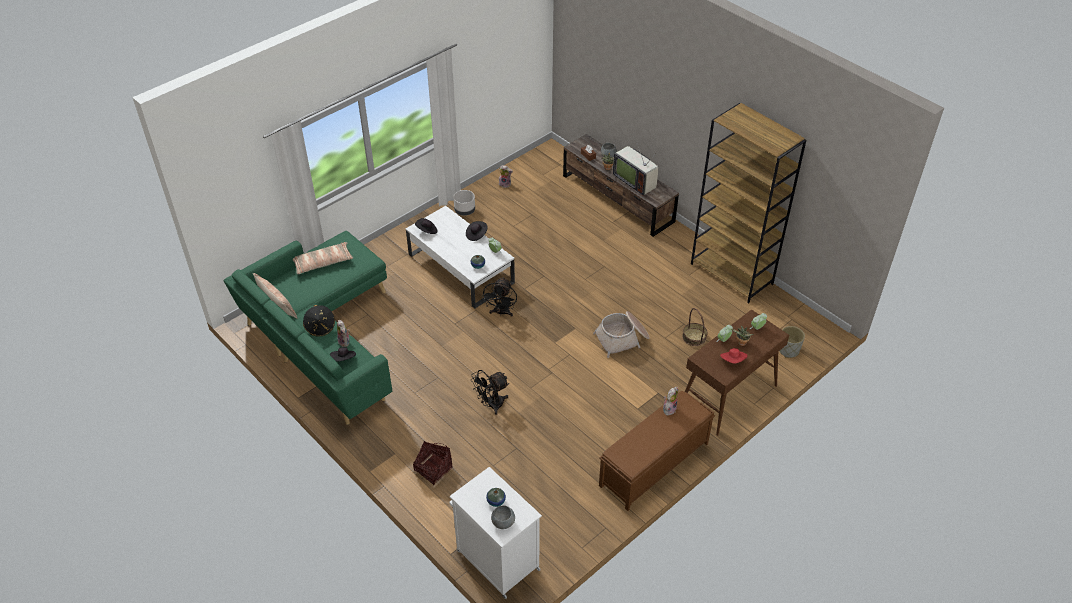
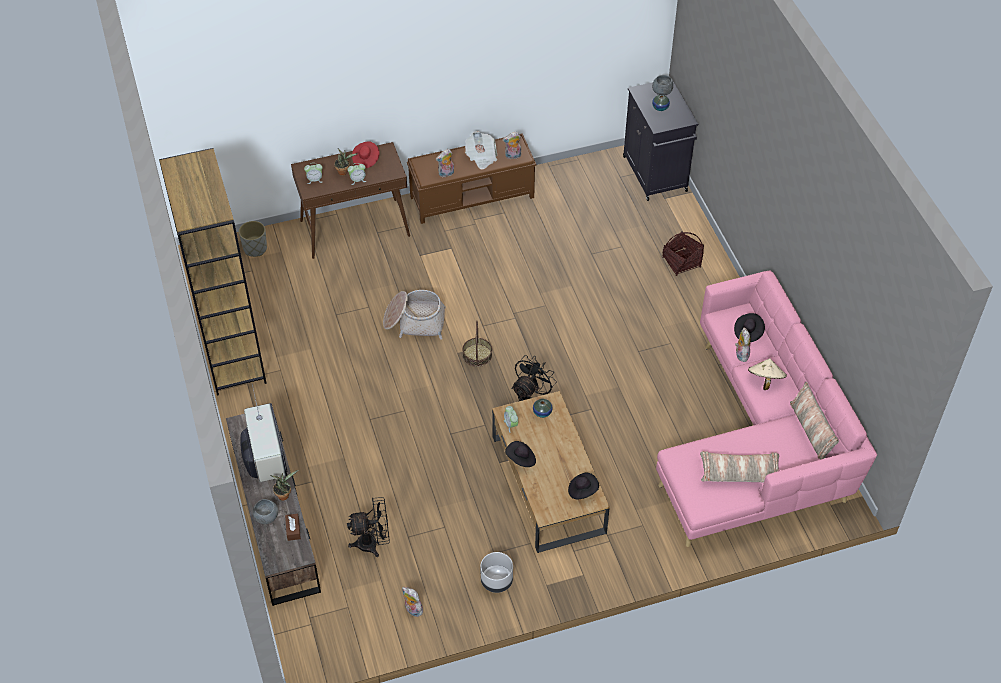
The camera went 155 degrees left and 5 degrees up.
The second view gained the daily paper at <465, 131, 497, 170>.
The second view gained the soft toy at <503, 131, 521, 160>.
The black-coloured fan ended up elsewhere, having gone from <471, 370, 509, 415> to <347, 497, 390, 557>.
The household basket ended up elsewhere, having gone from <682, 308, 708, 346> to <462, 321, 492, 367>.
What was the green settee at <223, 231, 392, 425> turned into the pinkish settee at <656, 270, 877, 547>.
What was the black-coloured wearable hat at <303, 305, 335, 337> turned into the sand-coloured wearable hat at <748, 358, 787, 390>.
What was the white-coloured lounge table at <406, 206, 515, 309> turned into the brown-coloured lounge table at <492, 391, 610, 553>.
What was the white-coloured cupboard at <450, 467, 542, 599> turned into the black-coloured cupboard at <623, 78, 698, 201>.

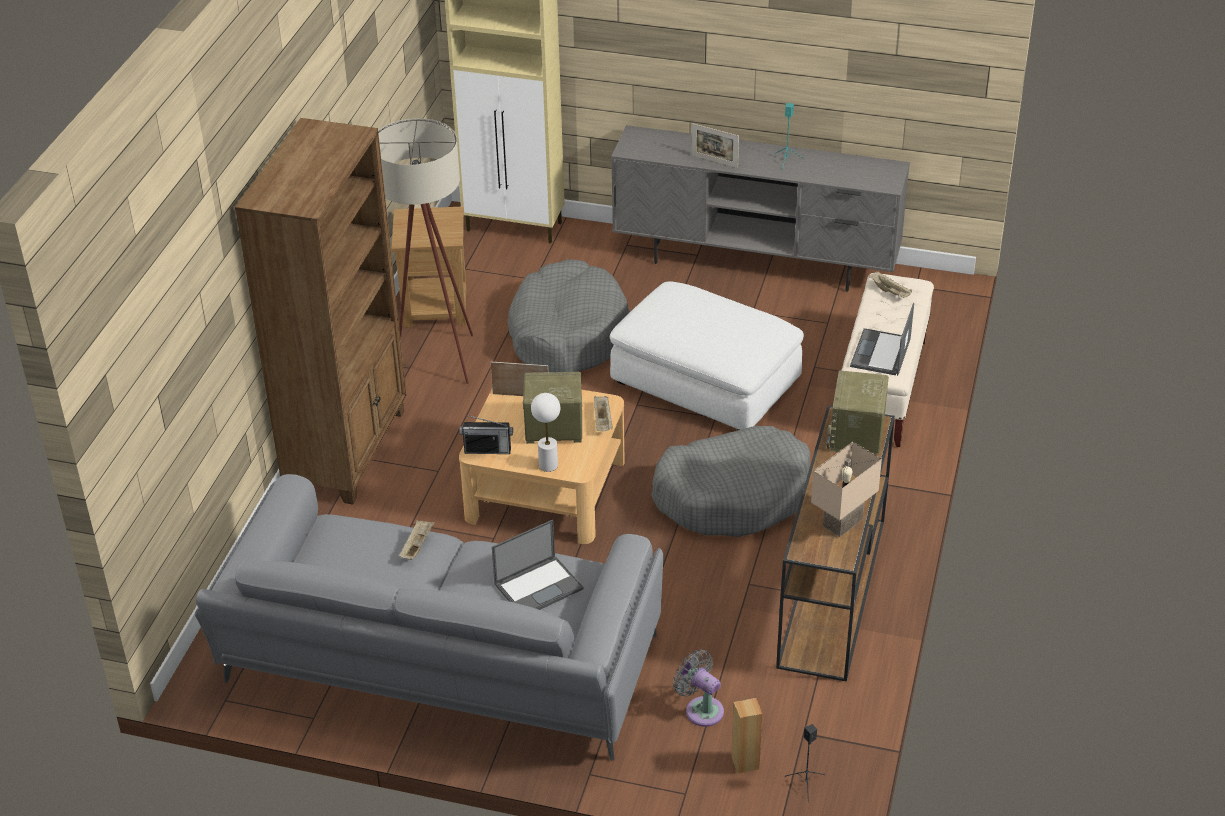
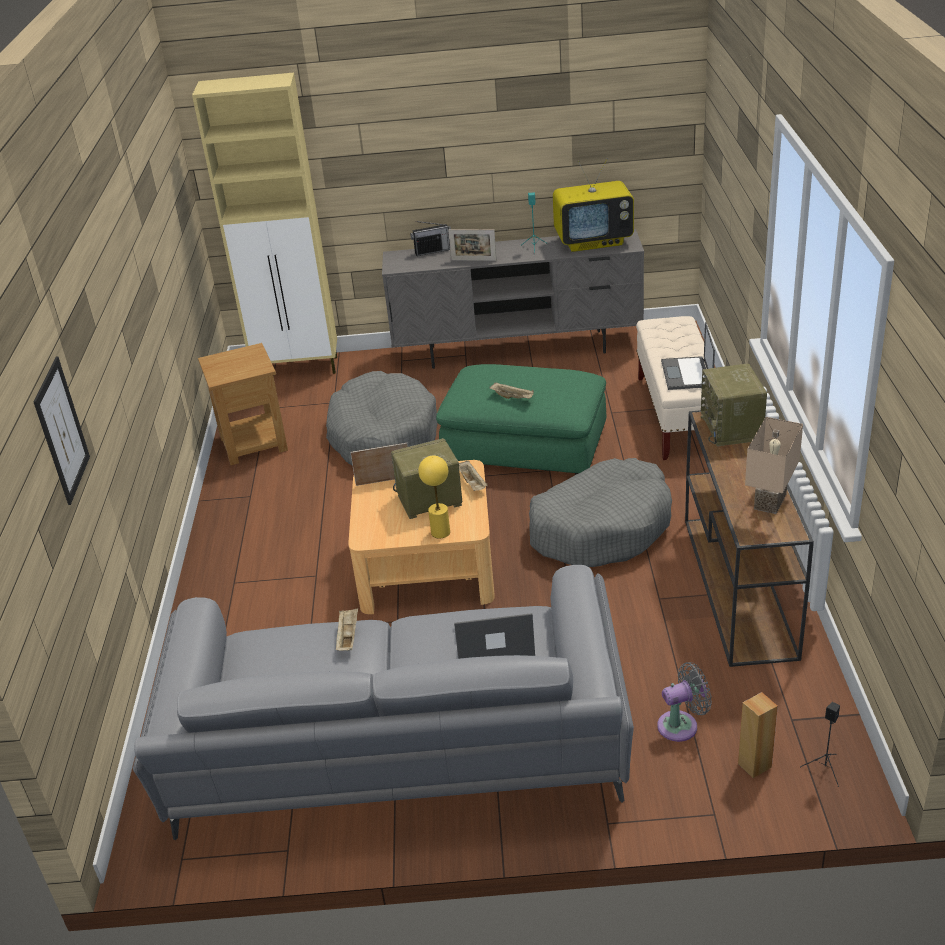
The camera went 15 degrees left and 5 degrees down.
The second view lost the brown-coloured bookcase at <235, 118, 407, 505>.
The second view lost the sand-coloured floor lamp at <378, 118, 473, 384>.
The second view gained the wall art at <33, 356, 90, 505>.
The second view gained the TV set at <553, 158, 634, 252>.
The radio set ended up elsewhere, having gone from <459, 415, 513, 454> to <410, 221, 451, 256>.
The sand-coloured serving tray ended up elsewhere, having gone from <869, 272, 912, 298> to <489, 383, 534, 399>.
What was the white-coloured tabletop lamp at <531, 393, 560, 472> turned into the yellow tabletop lamp at <418, 456, 450, 539>.
What was the white-coloured ottoman at <610, 282, 804, 430> turned into the green ottoman at <436, 364, 606, 475>.
The portable computer at <492, 520, 583, 610> ended up facing another way, 135 degrees counterclockwise from before.
The grey fan at <673, 649, 724, 727> ended up facing another way, 135 degrees clockwise from before.

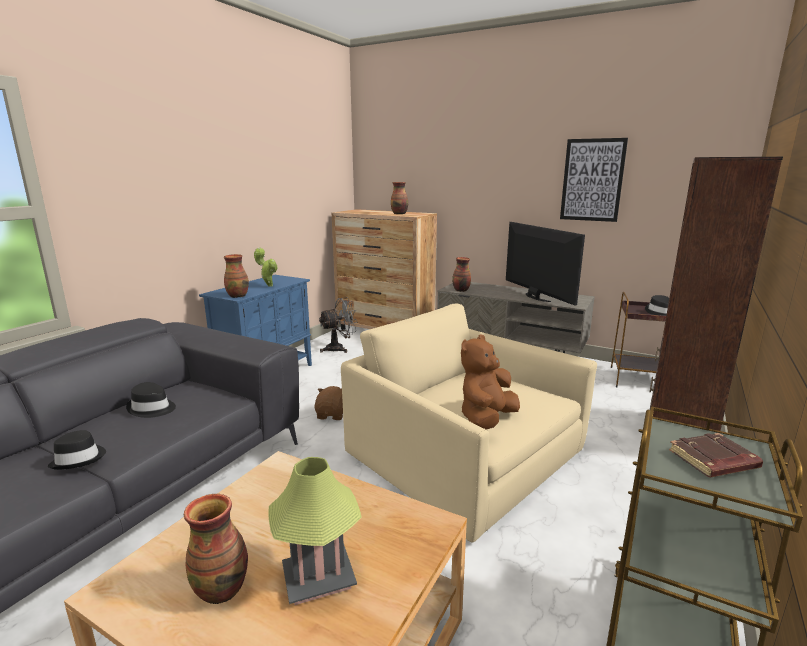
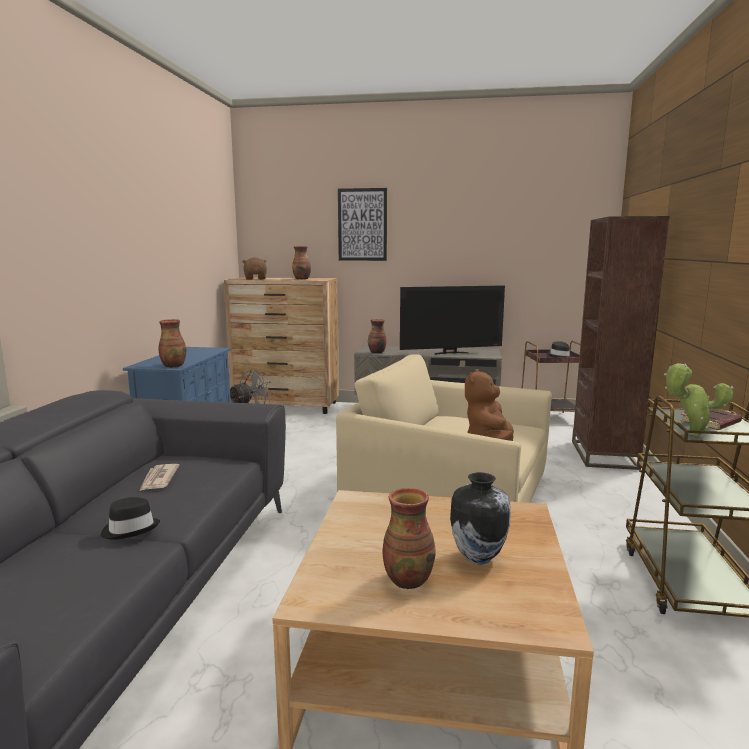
The camera went 20 degrees left and 5 degrees down.
The potted plant ended up elsewhere, having gone from <254, 248, 278, 287> to <664, 363, 734, 436>.
The brown-coloured soft toy ended up elsewhere, having gone from <314, 386, 343, 420> to <242, 257, 267, 280>.
The wall art ended up elsewhere, having gone from <560, 138, 628, 222> to <338, 188, 387, 261>.
Where the black-coloured wearable hat stood at <126, 382, 176, 418>, the daily paper came to stand at <140, 464, 179, 491>.
Where the tabletop lamp stood at <268, 457, 362, 605>, the decorative vase came to stand at <450, 472, 511, 564>.
The TV set at <506, 222, 585, 305> ended up facing another way, 120 degrees clockwise from before.

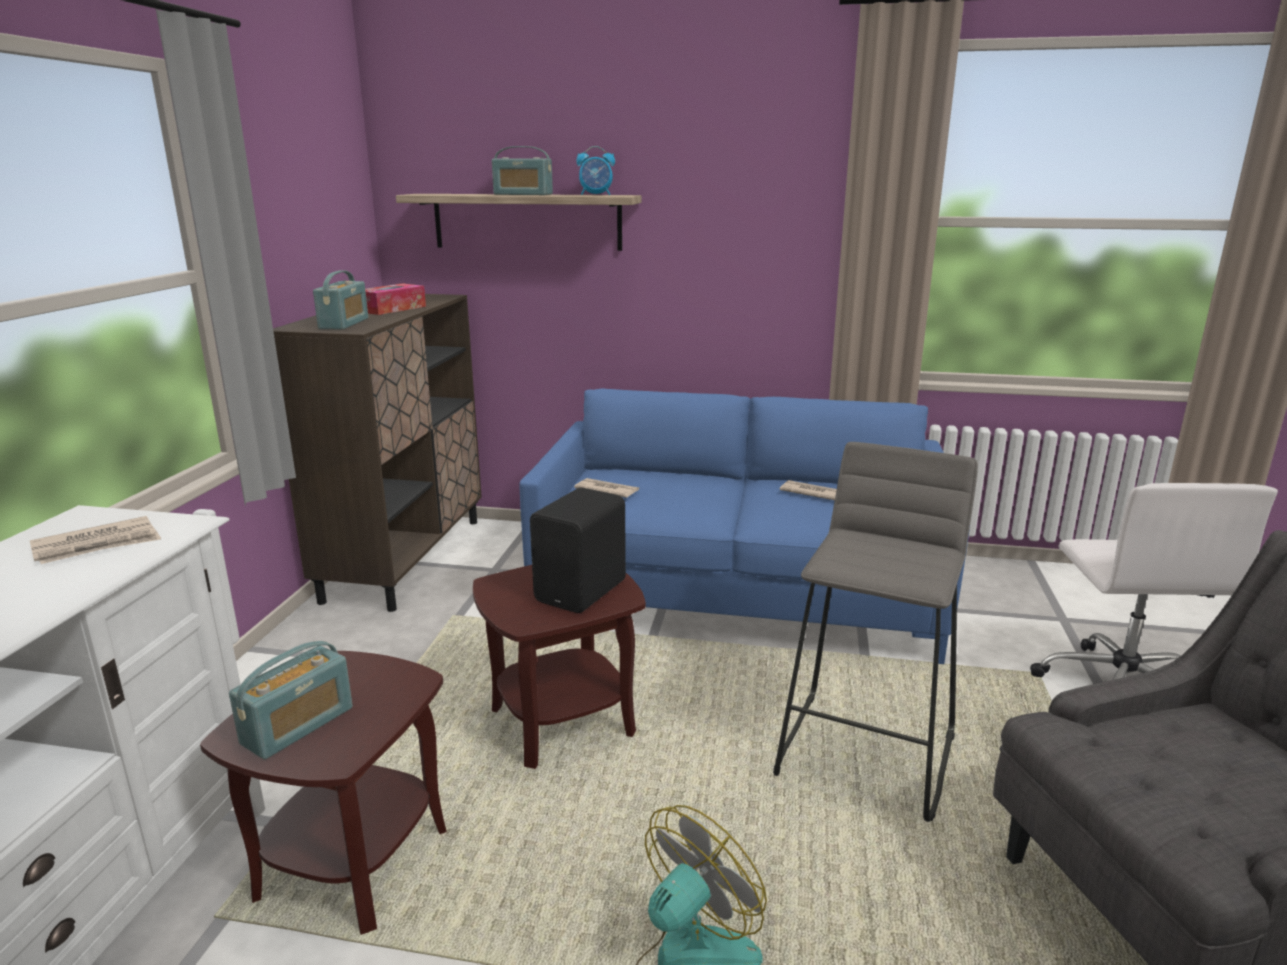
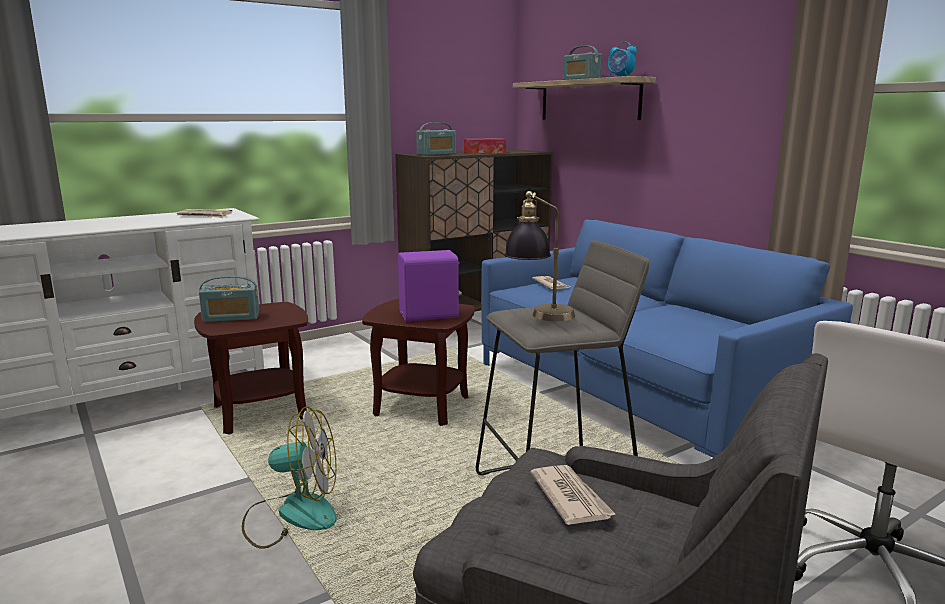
The camera went 45 degrees right and 5 degrees down.
The second view gained the tabletop lamp at <504, 191, 575, 321>.
The daily paper ended up elsewhere, having gone from <780, 480, 837, 500> to <530, 465, 616, 525>.
What was the black-coloured speaker at <530, 488, 626, 613> turned into the purple-coloured speaker at <398, 250, 462, 322>.

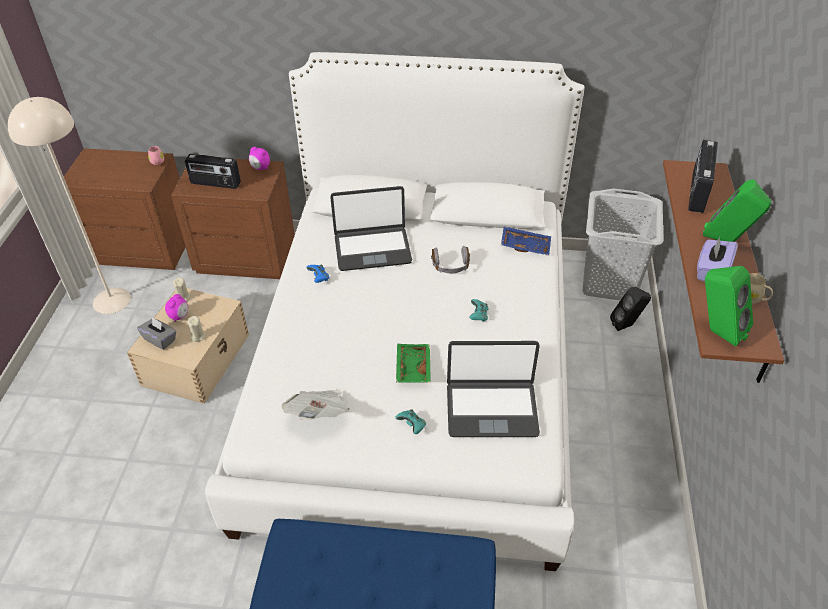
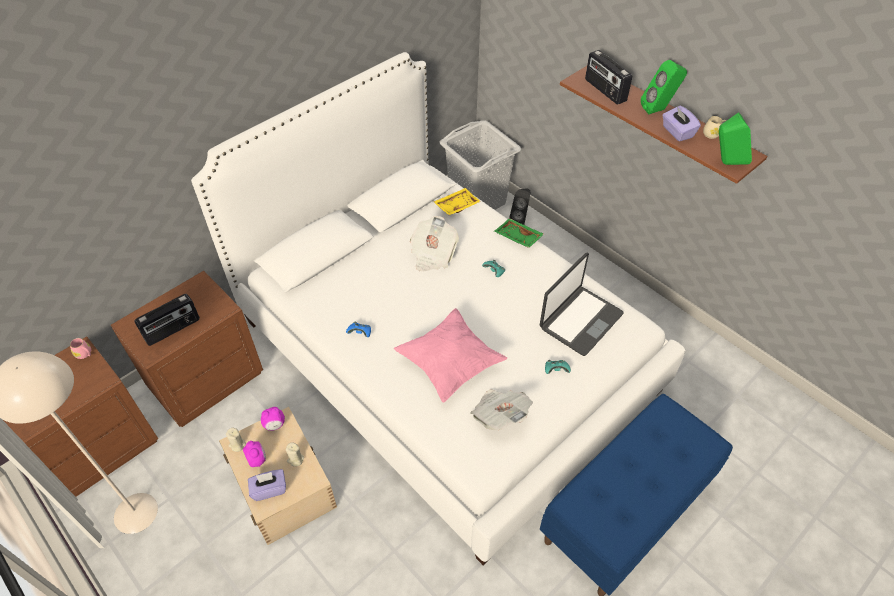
The camera went 50 degrees left and 5 degrees up.
The second view lost the portable computer at <330, 186, 412, 271>.
The second view gained the pinkish cushion at <394, 308, 507, 402>.
The table clock ended up elsewhere, having gone from <249, 147, 270, 170> to <261, 407, 285, 431>.
The green serving tray ended up elsewhere, having gone from <396, 344, 431, 383> to <494, 218, 544, 248>.
Where the grey headphones stood at <431, 246, 470, 273>, the daily paper came to stand at <410, 216, 459, 271>.
What was the grey tissue holder at <137, 317, 177, 350> turned into the purple-coloured tissue holder at <248, 469, 286, 501>.
What was the blue-coloured serving tray at <501, 226, 551, 256> turned into the yellow serving tray at <433, 188, 481, 216>.

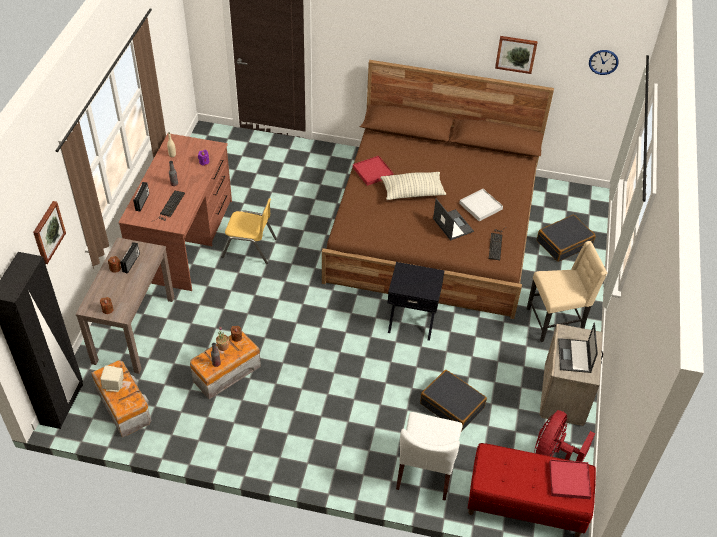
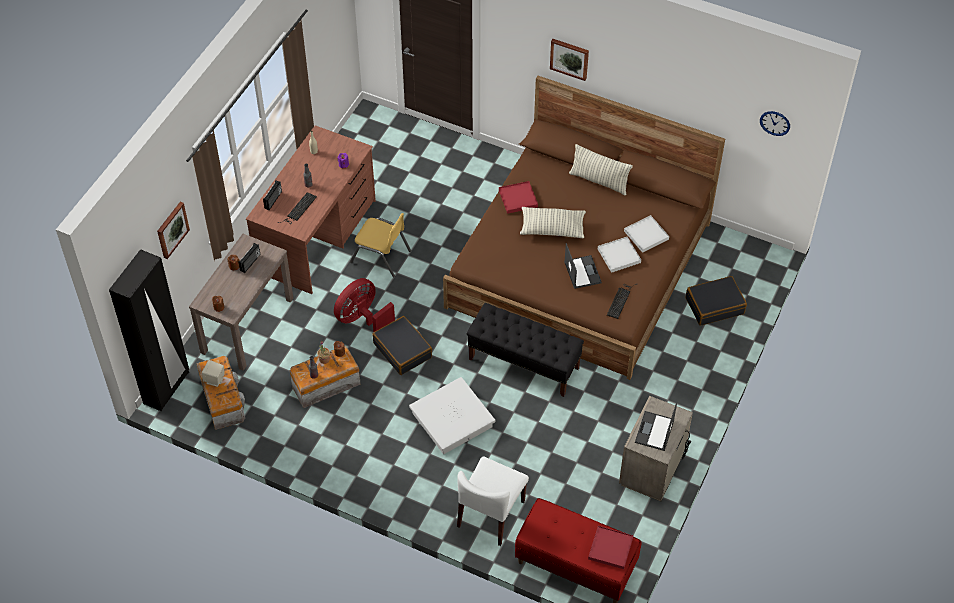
The camera went 15 degrees right and 5 degrees up.
The second view lost the sand-coloured upright chair at <527, 241, 607, 342>.
The second view gained the white-coloured storage box at <409, 377, 495, 454>.
The second view gained the cushion at <569, 144, 633, 195>.
The second view gained the white-coloured serving tray at <624, 215, 669, 253>.
The black-coloured travel case ended up elsewhere, having gone from <420, 370, 487, 432> to <372, 316, 432, 375>.
The wall art ended up elsewhere, having gone from <495, 36, 538, 74> to <550, 39, 589, 81>.
The red-coloured fan ended up elsewhere, having gone from <535, 410, 595, 462> to <334, 278, 395, 332>.
Where the black-coloured bedside table stood at <387, 262, 445, 341>, the black-coloured indoor bench came to stand at <467, 303, 584, 397>.

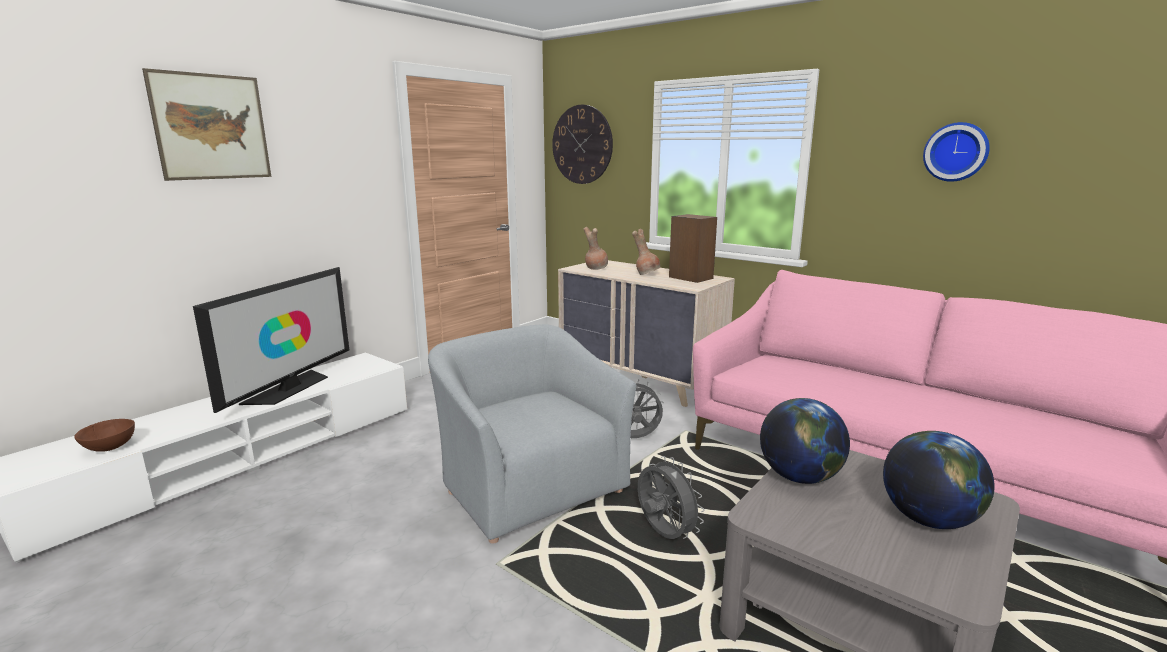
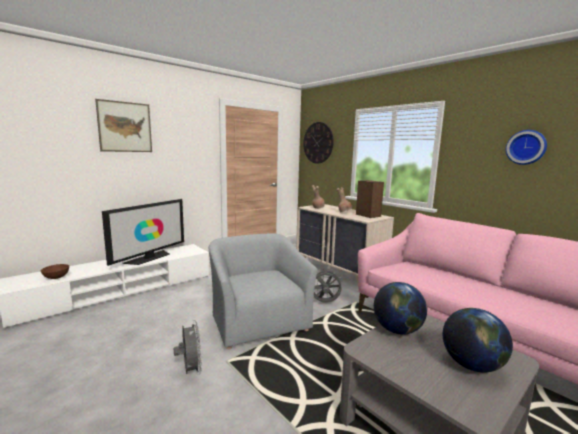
The camera went 10 degrees right and 5 degrees down.
The grey fan ended up elsewhere, having gone from <638, 456, 705, 539> to <174, 320, 202, 375>.

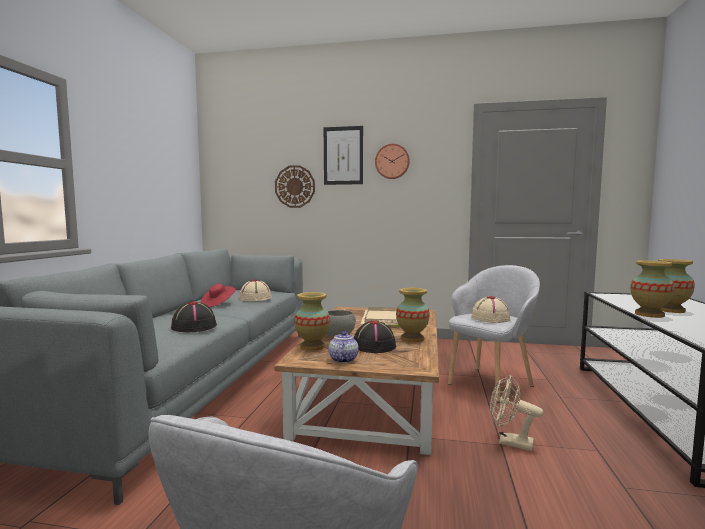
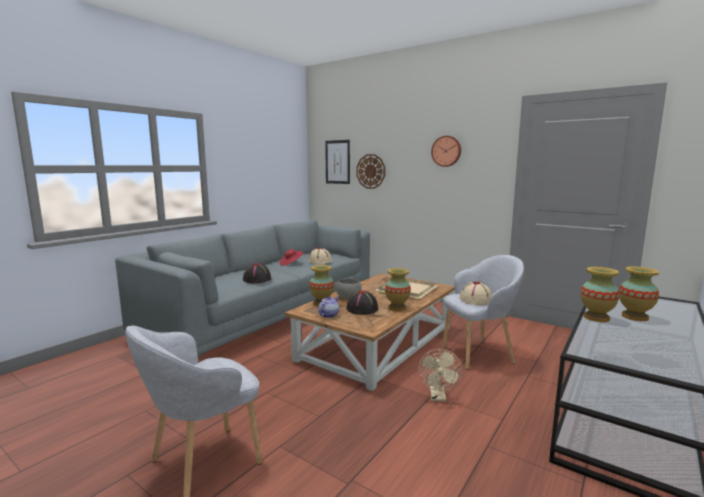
The camera went 25 degrees right and 5 degrees up.
The wall art ended up elsewhere, having gone from <324, 126, 363, 185> to <325, 140, 350, 184>.
The sand-coloured fan at <490, 374, 543, 451> ended up facing another way, 135 degrees counterclockwise from before.

